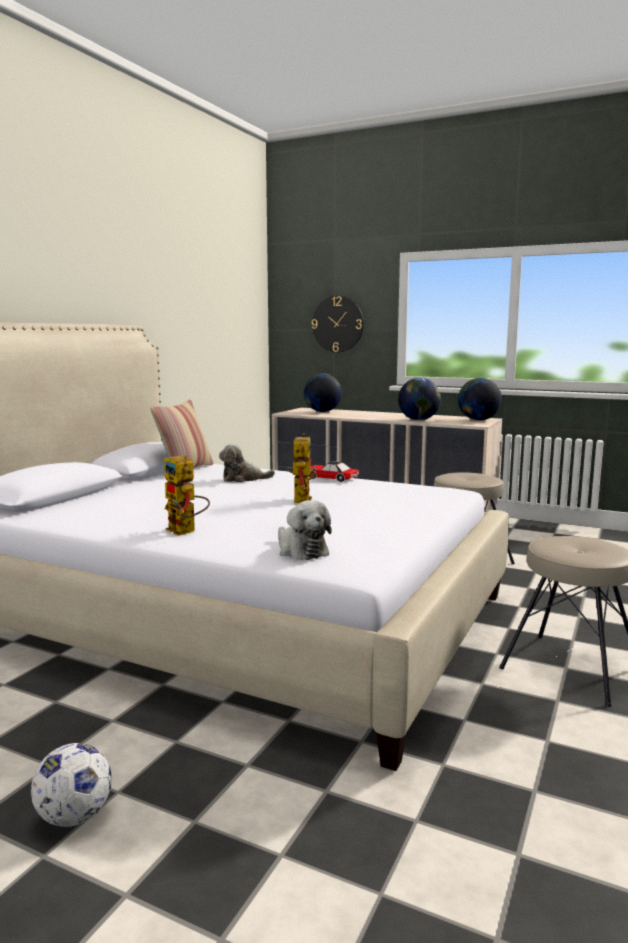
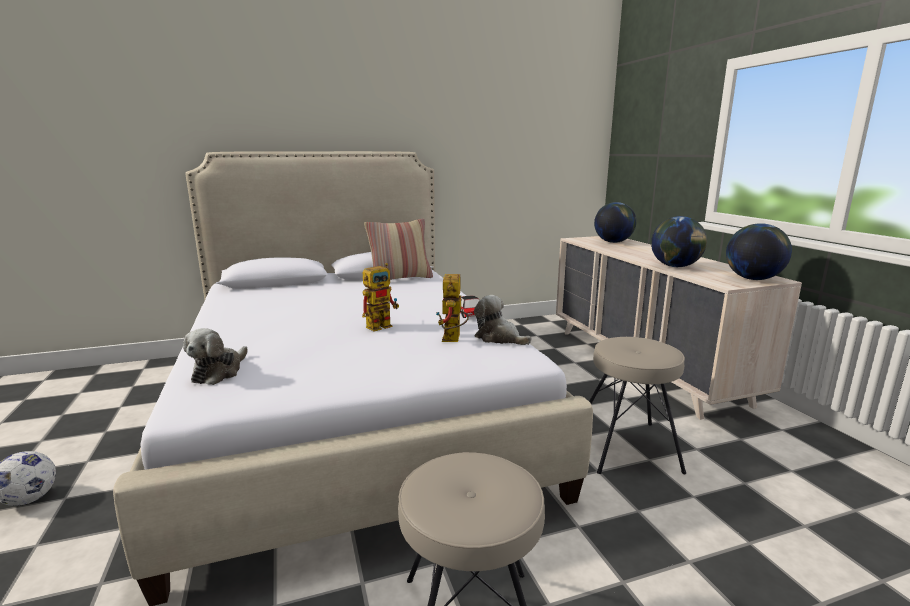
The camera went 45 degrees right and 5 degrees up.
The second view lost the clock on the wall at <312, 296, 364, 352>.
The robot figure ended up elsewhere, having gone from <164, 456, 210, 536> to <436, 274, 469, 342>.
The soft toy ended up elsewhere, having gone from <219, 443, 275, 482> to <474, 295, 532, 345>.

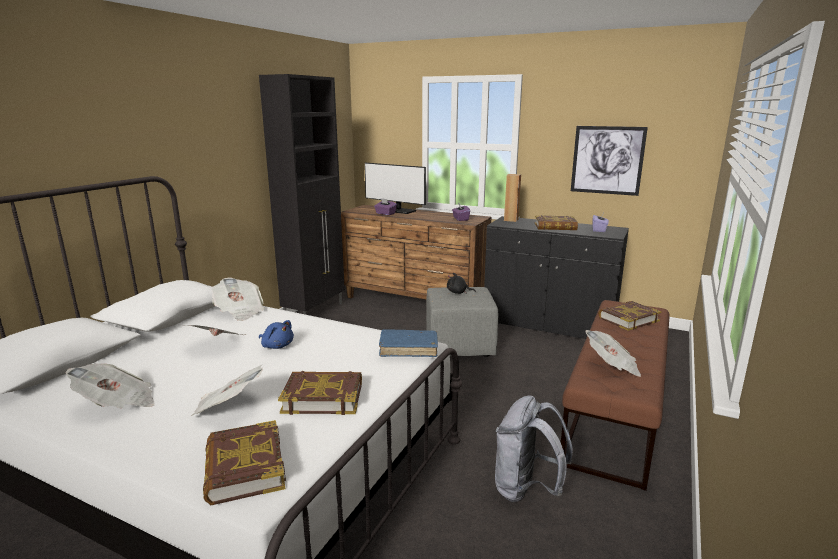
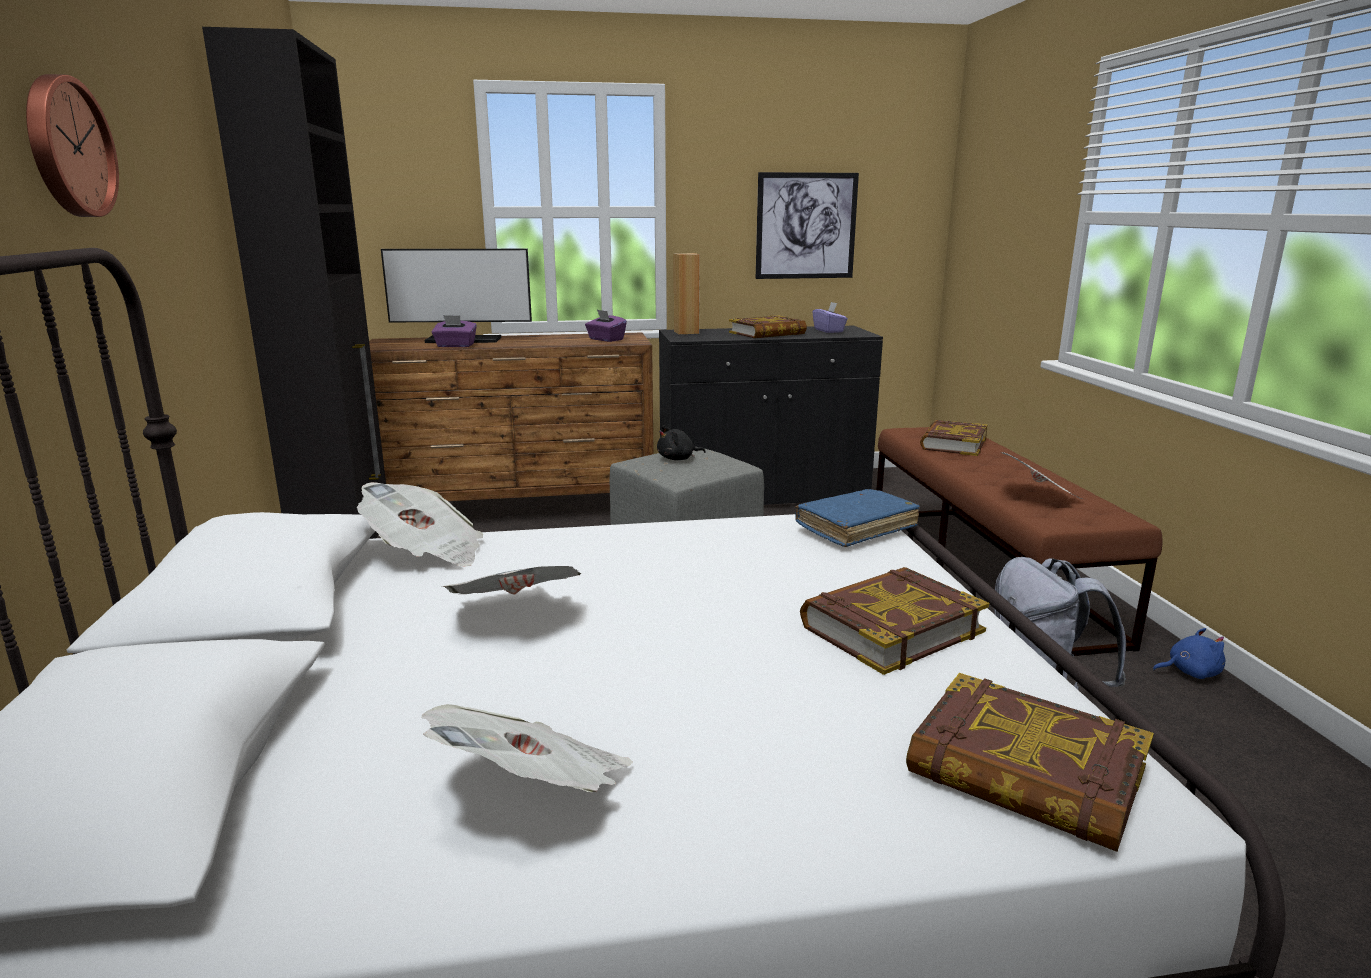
The camera went 35 degrees left and 0 degrees up.
The second view lost the daily paper at <191, 365, 263, 416>.
The second view gained the clock on the wall at <26, 74, 119, 217>.
The blue-coloured soft toy ended up elsewhere, having gone from <259, 320, 294, 349> to <1153, 628, 1225, 679>.

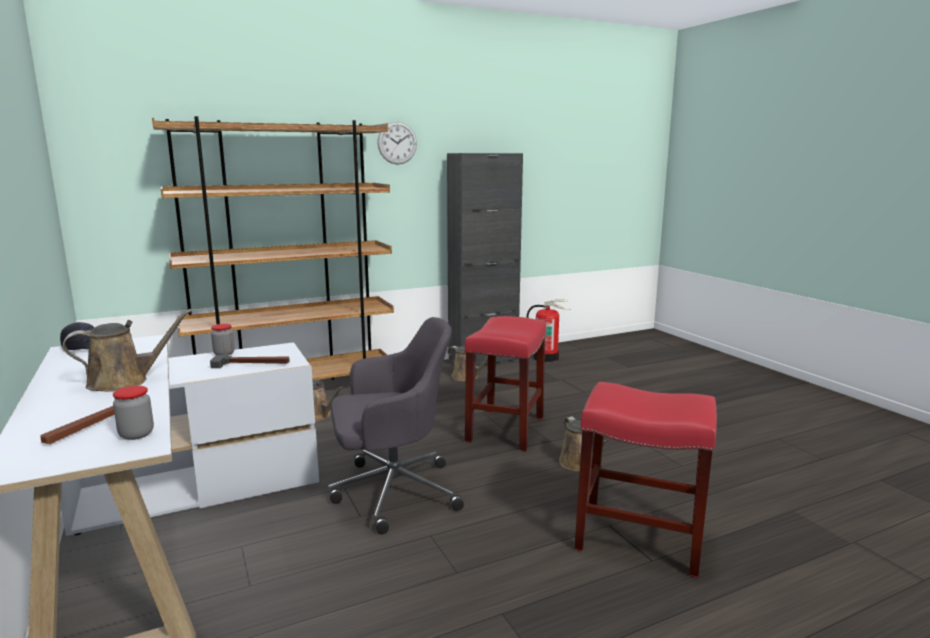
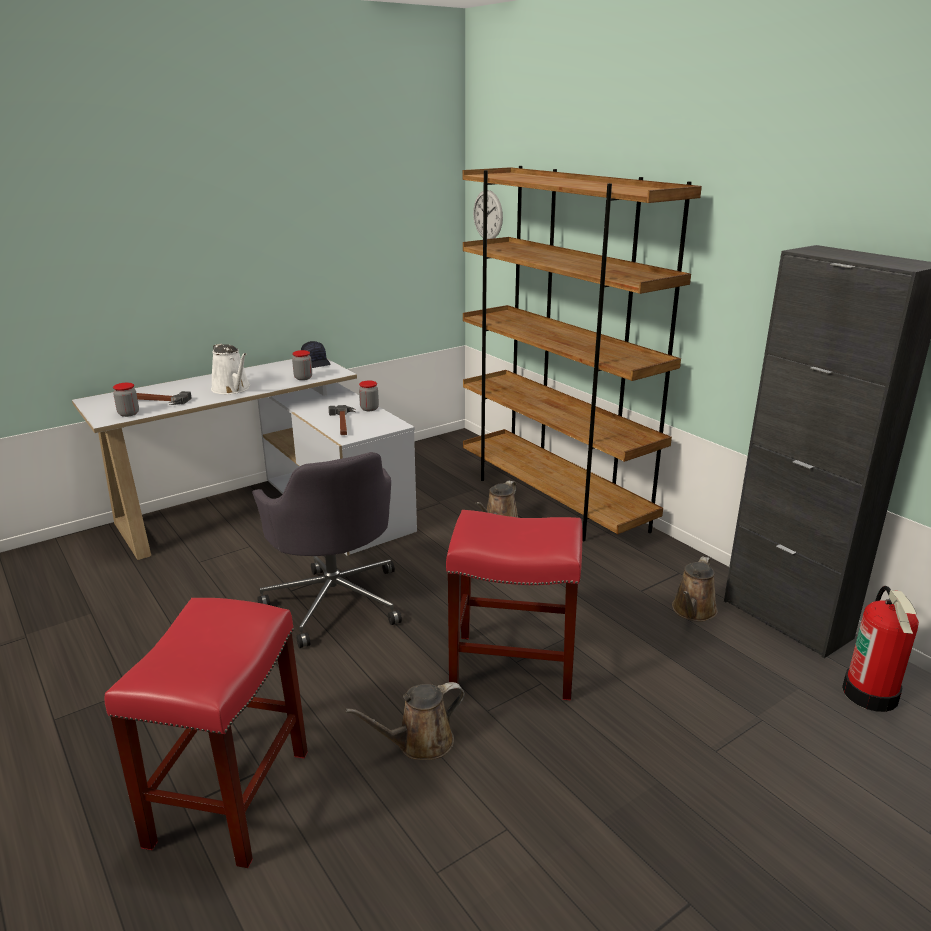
The camera went 80 degrees right and 10 degrees up.
The second view gained the storage jar at <292, 350, 312, 380>.
The clock on the wall ended up elsewhere, having gone from <377, 121, 417, 165> to <473, 190, 503, 239>.
What was the brown-coloured watering can at <62, 309, 192, 392> turned into the white-coloured watering can at <211, 344, 250, 394>.

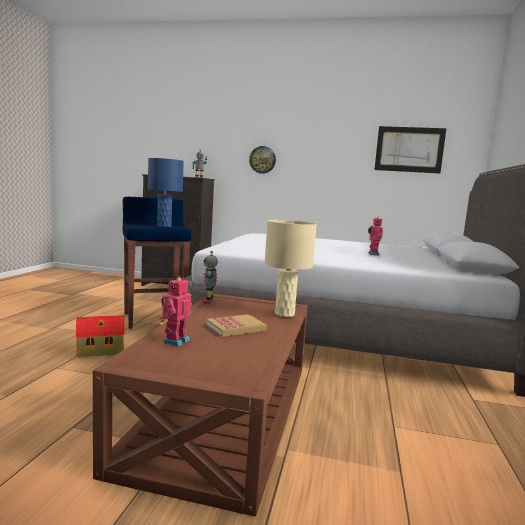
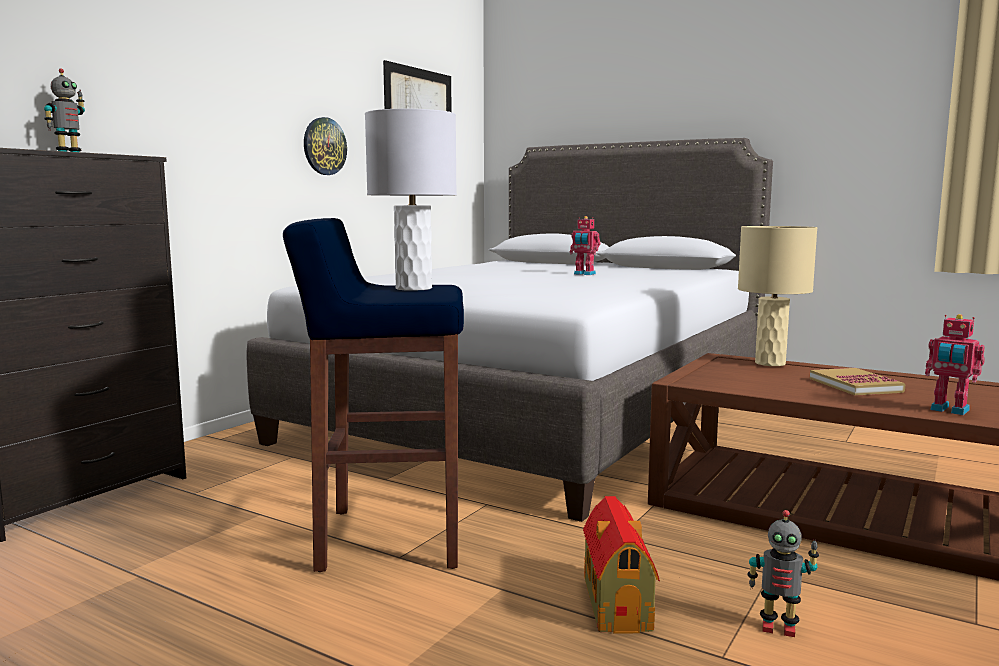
The camera went 70 degrees left and 0 degrees up.
The robot figure ended up elsewhere, having gone from <203, 251, 218, 303> to <748, 510, 819, 637>.
The clock on the wall ended up elsewhere, having gone from <249, 146, 276, 174> to <304, 117, 347, 175>.
What was the blue-coloured tabletop lamp at <148, 158, 184, 227> turned into the grey tabletop lamp at <365, 109, 457, 291>.

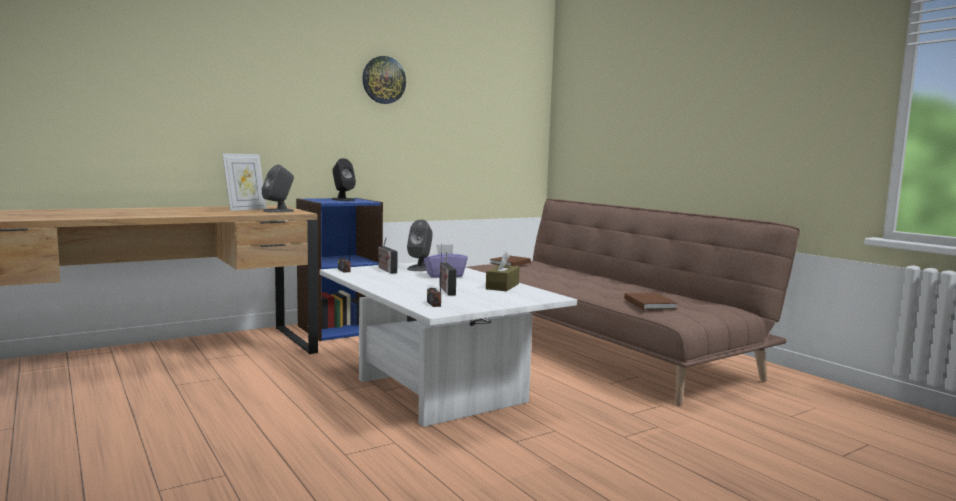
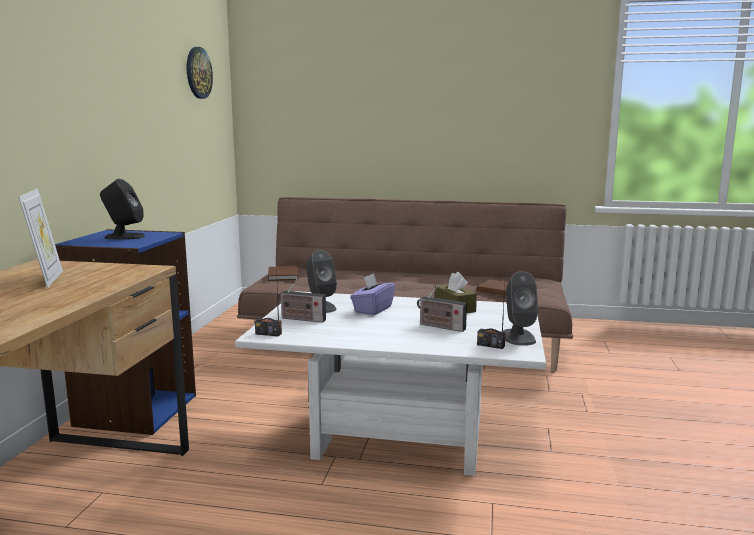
The camera went 45 degrees left and 5 degrees up.
The grey speaker ended up elsewhere, having gone from <262, 164, 294, 212> to <503, 271, 538, 346>.
The clock on the wall ended up elsewhere, having gone from <362, 56, 406, 104> to <187, 47, 213, 99>.

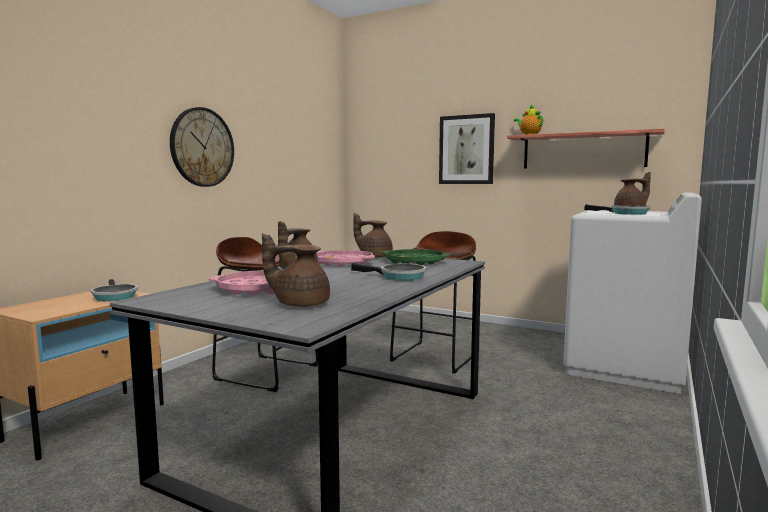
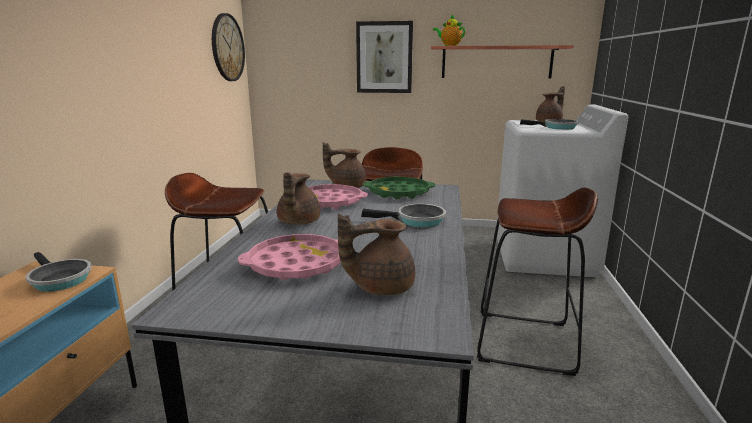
The camera went 20 degrees left and 10 degrees up.
The second view gained the brown-coloured stool seat at <477, 187, 598, 376>.
The clock on the wall ended up elsewhere, having gone from <170, 107, 234, 187> to <212, 13, 245, 81>.

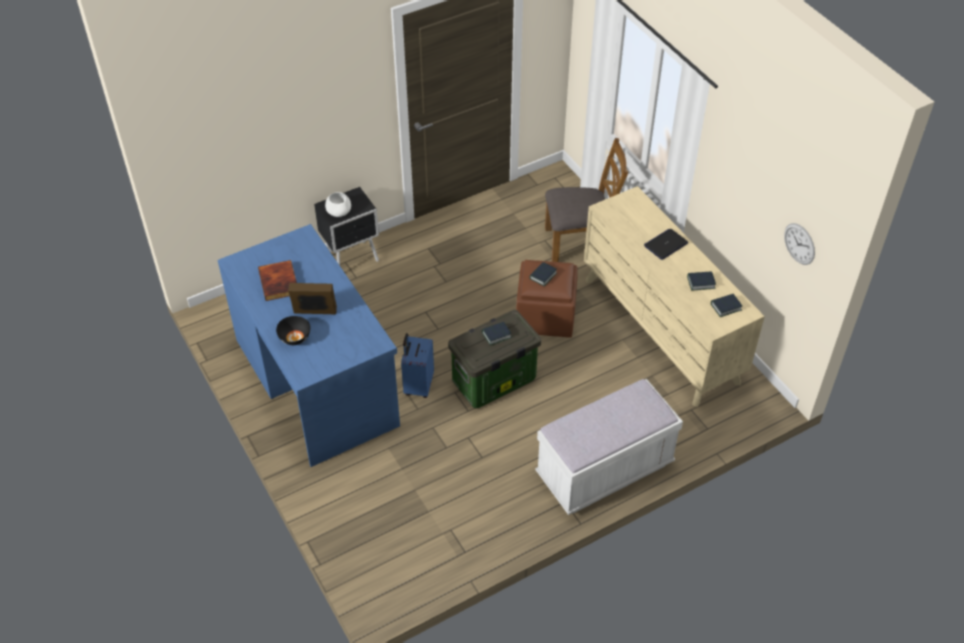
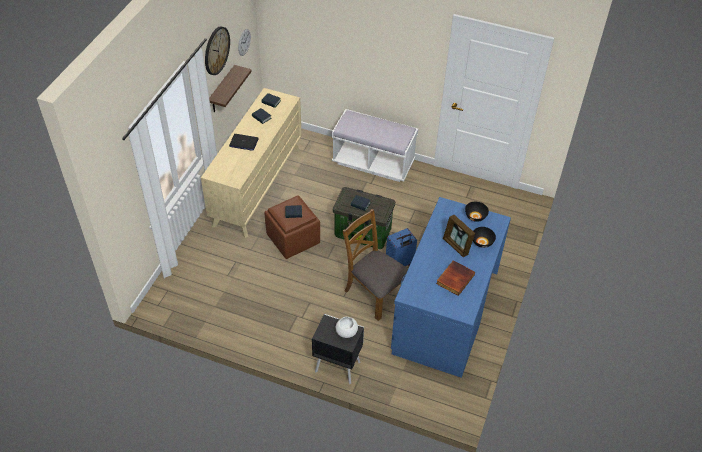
The camera went 130 degrees left and 0 degrees up.
The second view gained the clock on the wall at <205, 26, 230, 75>.
The second view gained the bracket shelf at <209, 65, 252, 112>.
The second view gained the black-coloured serving bowl at <465, 202, 489, 222>.
The brown-coloured upright chair ended up elsewhere, having gone from <545, 138, 628, 262> to <343, 209, 408, 321>.

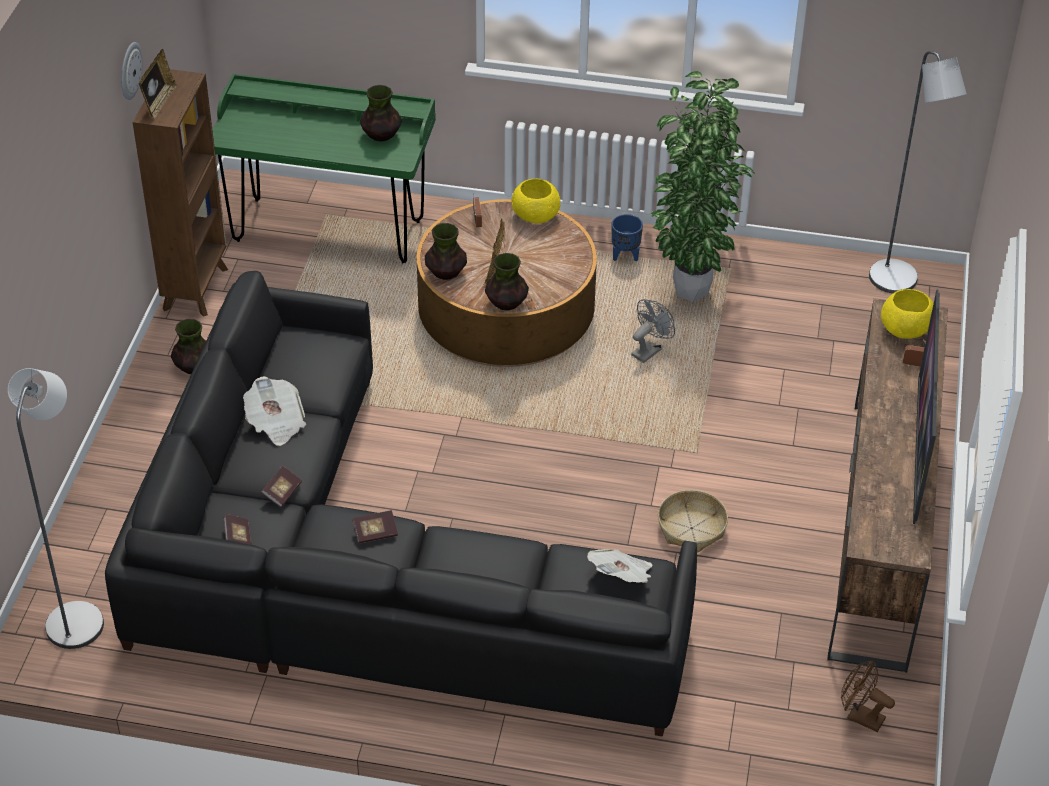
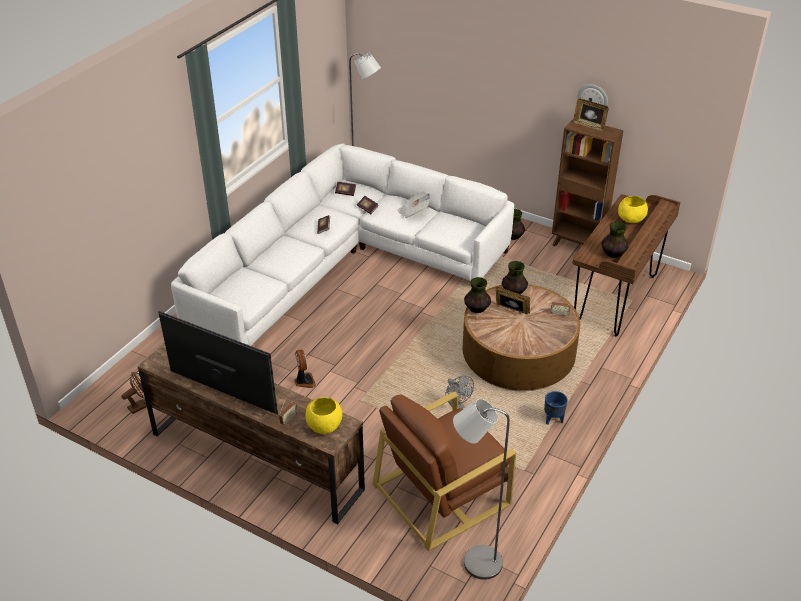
The camera went 110 degrees right and 5 degrees down.
The second view lost the daily paper at <587, 549, 652, 583>.
The second view lost the potted plant at <651, 71, 755, 302>.
The second view gained the brown-coloured armchair at <372, 391, 516, 551>.
The yellow serving bowl ended up elsewhere, having gone from <511, 179, 561, 224> to <618, 196, 648, 223>.
Where the household basket stood at <658, 490, 728, 552>, the fan came to stand at <294, 350, 316, 388>.
What was the black-coloured settee at <105, 271, 697, 737> turned into the white-coloured settee at <171, 143, 514, 346>.
What was the green desk unit at <212, 73, 436, 263> turned into the brown-coloured desk unit at <572, 194, 680, 336>.

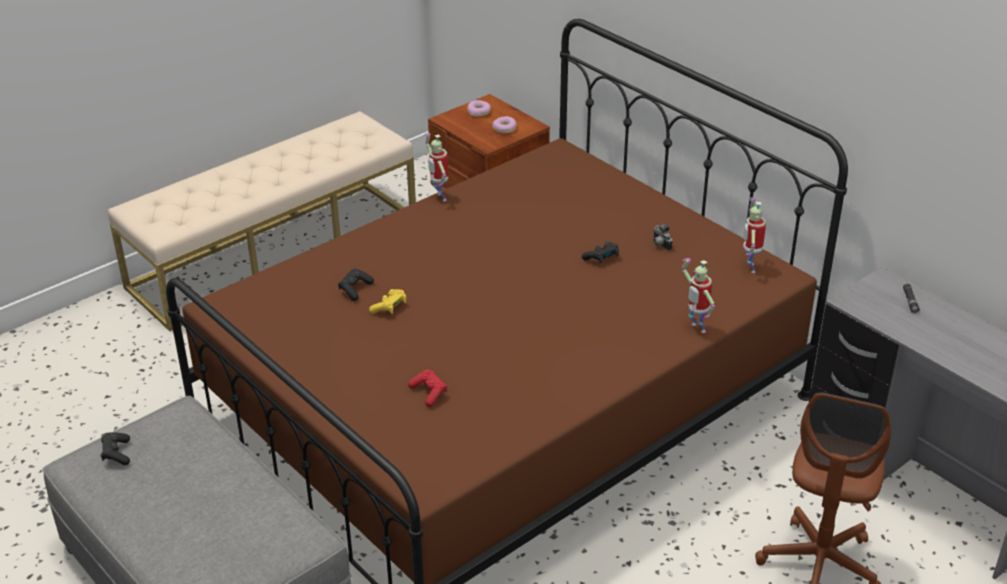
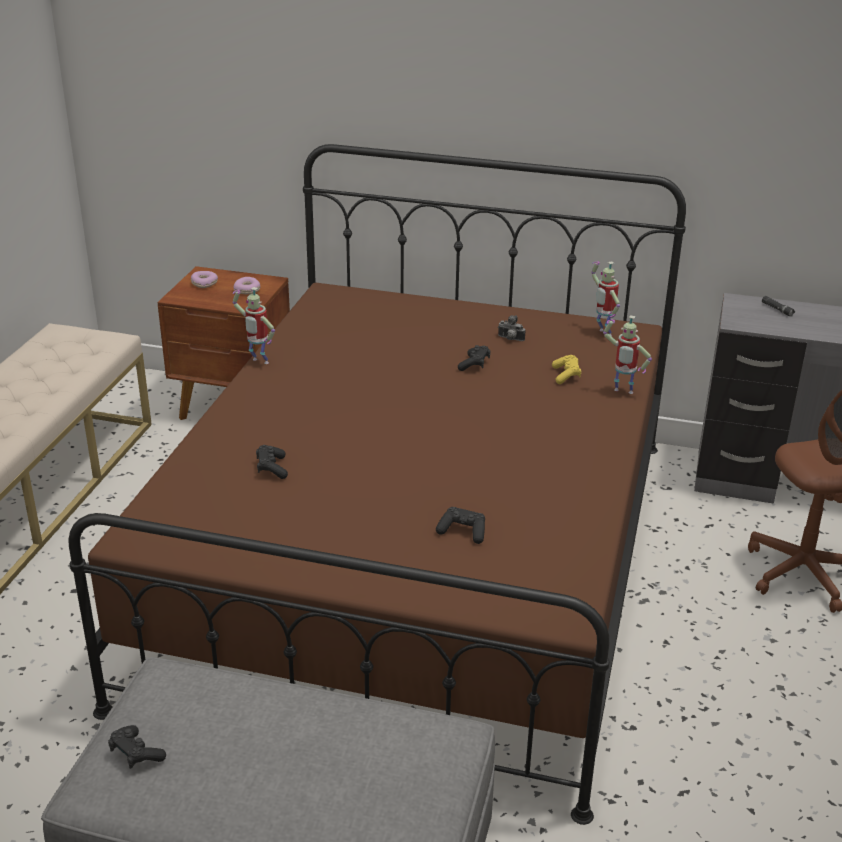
The camera went 35 degrees left and 5 degrees down.
The yellow joypad ended up elsewhere, having gone from <369, 289, 406, 314> to <552, 355, 581, 384>.
What was the red-coloured joypad at <408, 370, 447, 407> turned into the black-coloured joypad at <436, 507, 485, 544>.

